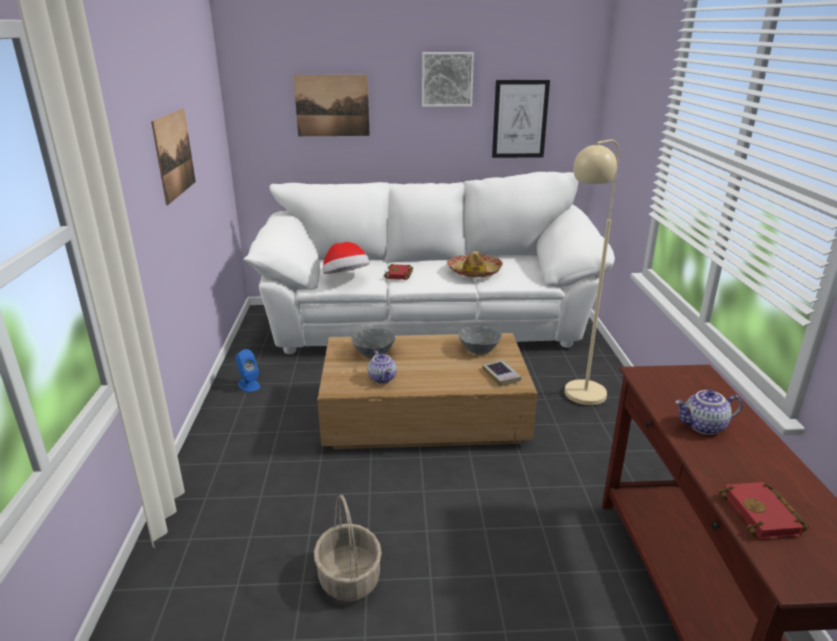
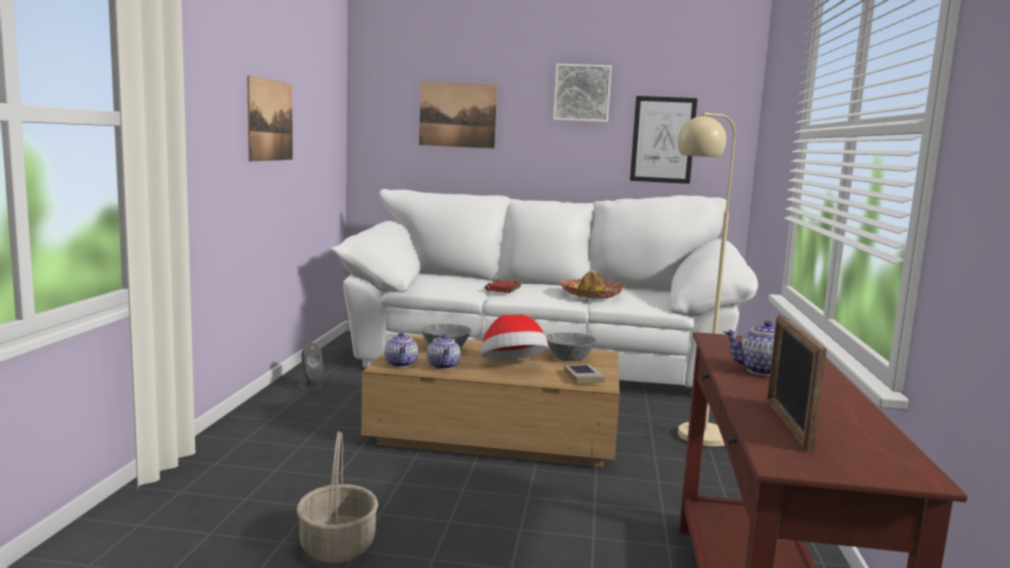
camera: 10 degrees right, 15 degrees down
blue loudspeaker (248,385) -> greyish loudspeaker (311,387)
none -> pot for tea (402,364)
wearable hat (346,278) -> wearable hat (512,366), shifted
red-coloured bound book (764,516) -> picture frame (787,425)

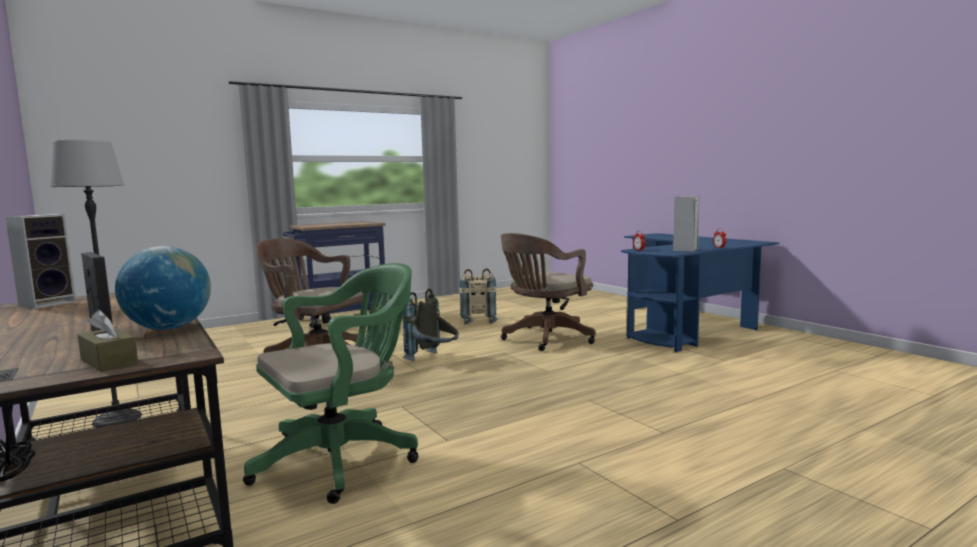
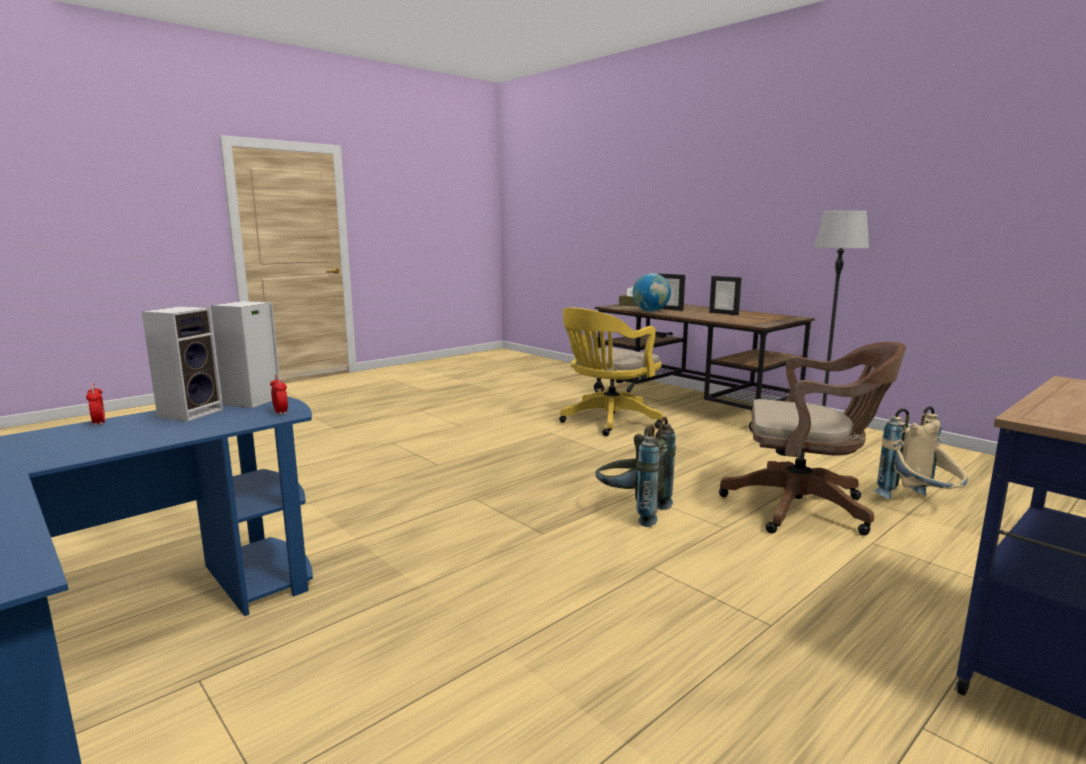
camera: 170 degrees right, 5 degrees up
loudspeaker (49,303) -> loudspeaker (252,401), shifted
green-coloured office chair (343,458) -> yellow-coloured office chair (607,422)
none -> picture frame (724,313)
sand-coloured rucksack (478,320) -> sand-coloured rucksack (920,505), shifted
brownish office chair (545,339) -> none

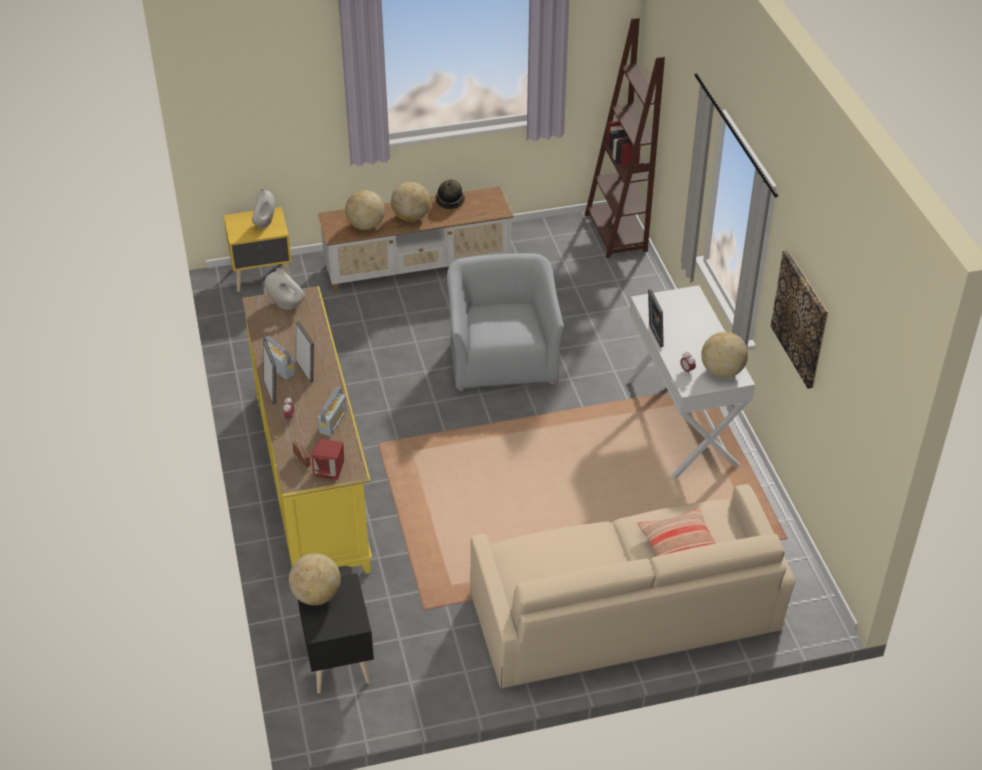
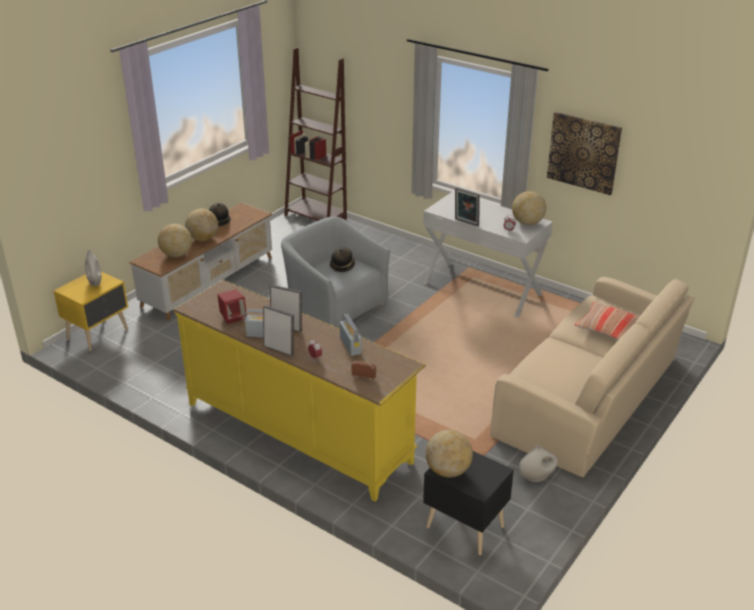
camera: 40 degrees left, 10 degrees down
red-coloured loudspeaker (330,471) -> red-coloured loudspeaker (233,317), shifted
none -> wearable hat (342,266)
whitish vase (286,305) -> whitish vase (536,477), shifted

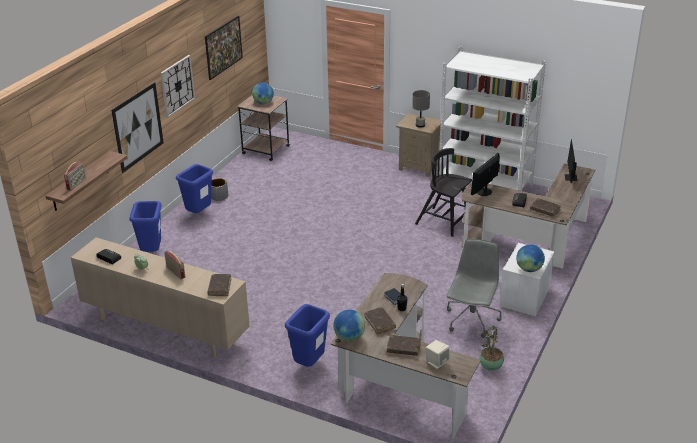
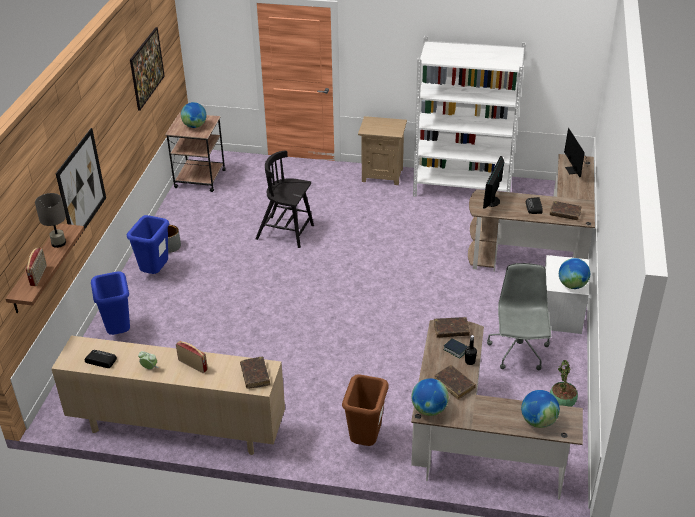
camera: 15 degrees left, 5 degrees up
greyish tabletop lamp (420,125) -> greyish tabletop lamp (58,243), shifted
black chair (443,222) -> black chair (286,232), shifted
blue rubbish bin (309,364) -> brownish rubbish bin (365,440)
brownish bound book (403,348) -> brownish bound book (451,330), shifted
sand-coloured loudspeaker (437,362) -> world globe (538,421)
wall clock (177,86) -> none

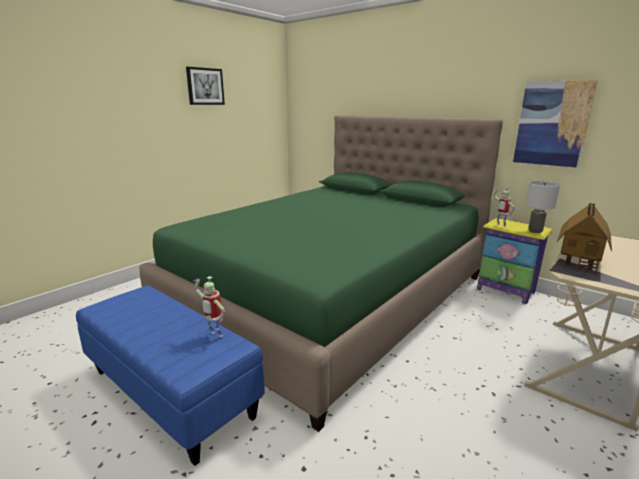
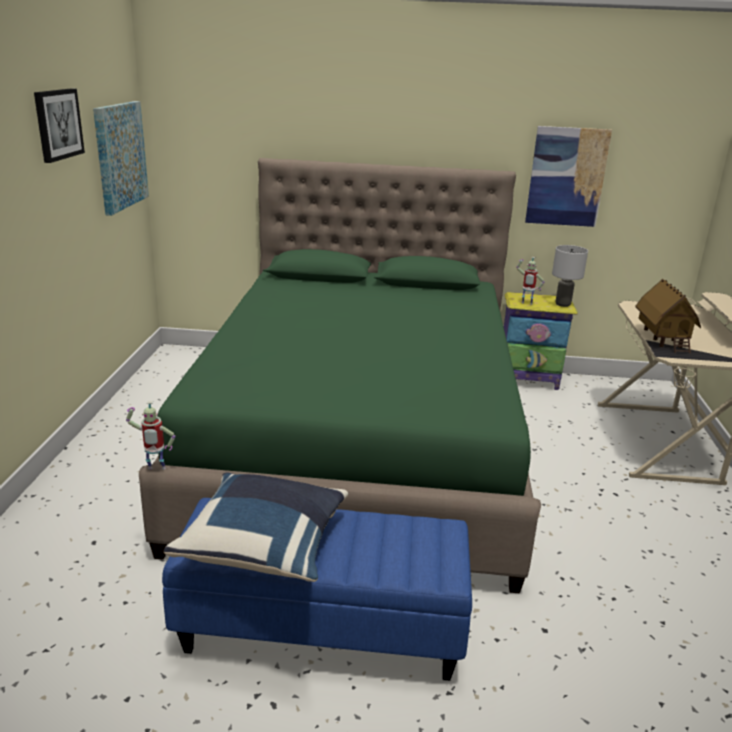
camera: 35 degrees left, 5 degrees up
none -> wall art (120,156)
toy robot (215,335) -> toy robot (155,469), shifted
none -> blue pillow (265,546)

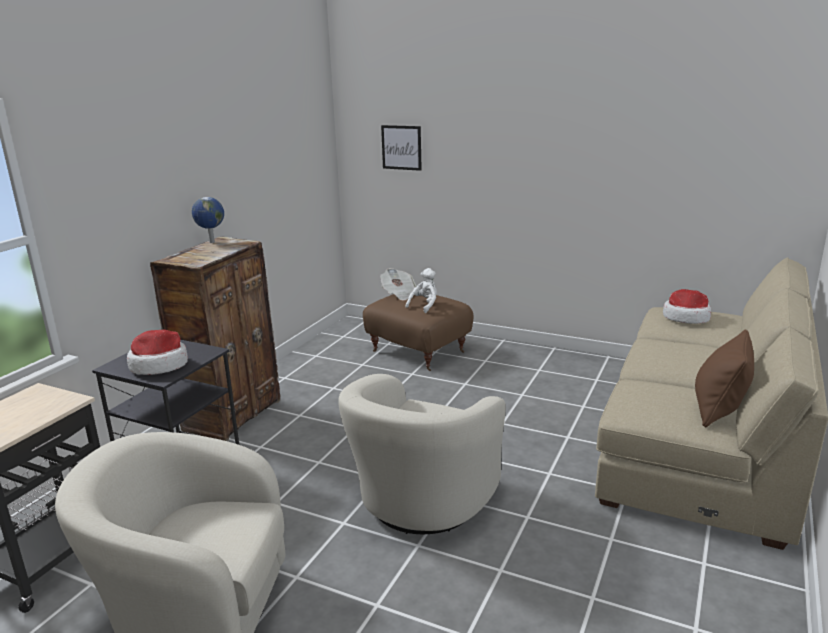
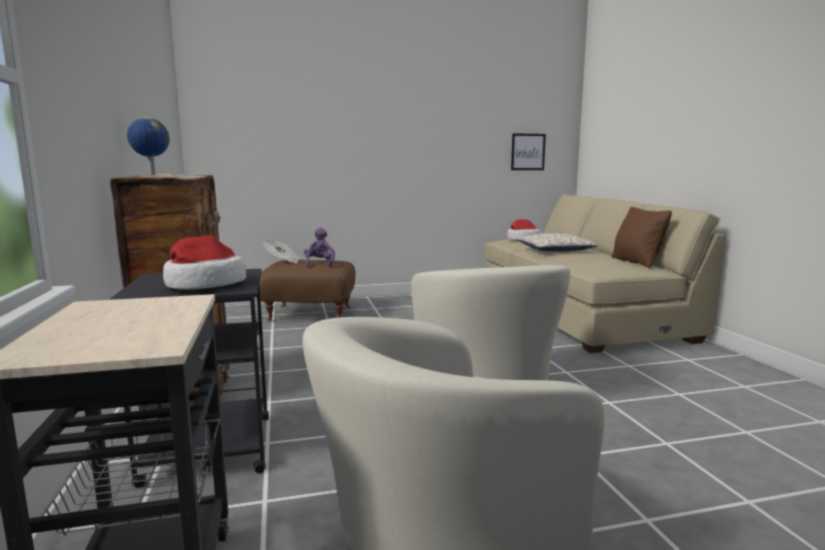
camera: 40 degrees left, 10 degrees down
whitish cuddly toy (424,305) -> purple cuddly toy (320,264)
wall art (401,147) -> wall art (528,152), shifted
none -> pillow (554,250)

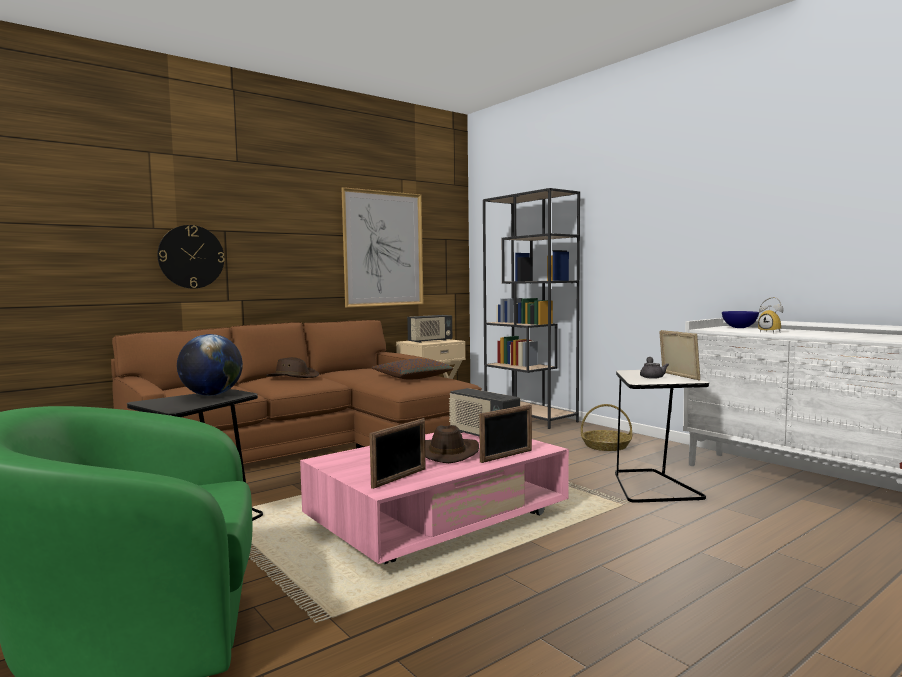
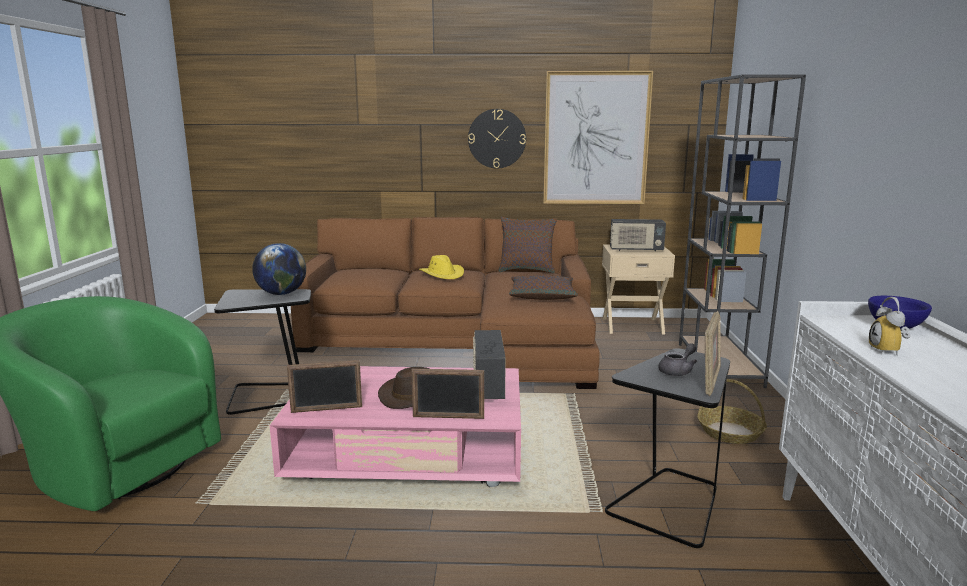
camera: 40 degrees right, 10 degrees up
brownish wearable hat (293,377) -> yellow-coloured wearable hat (442,274)
wall clock (191,257) -> wall clock (497,138), shifted
none -> brownish pillow (527,271)

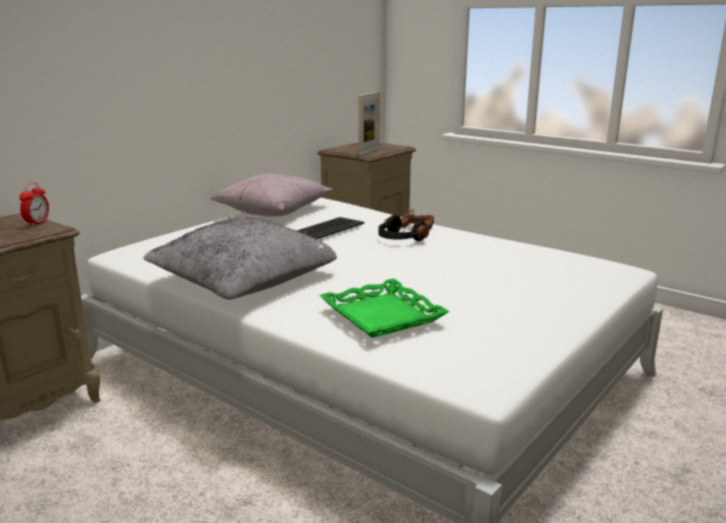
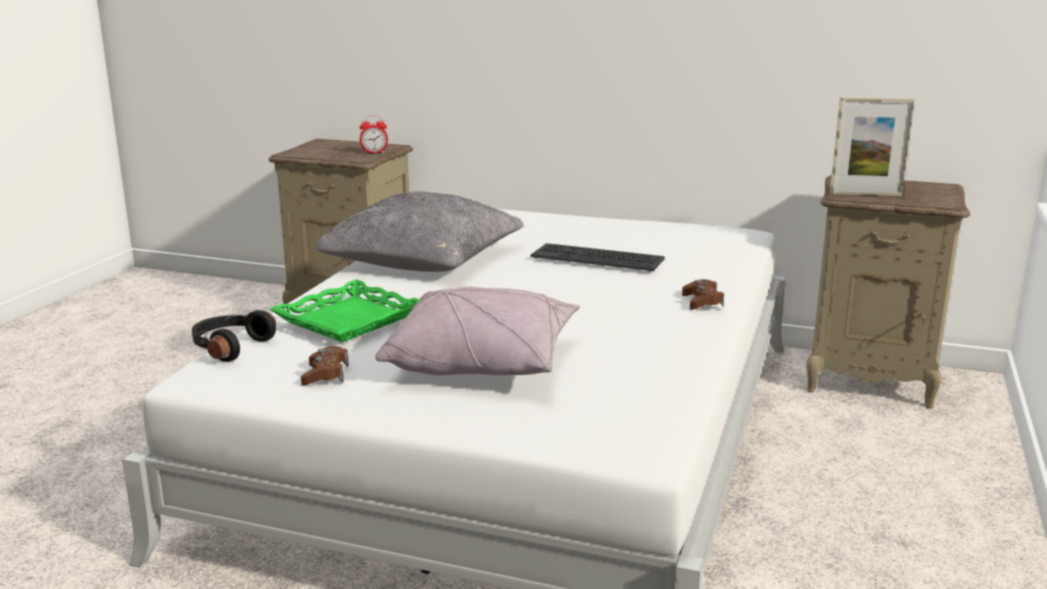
camera: 70 degrees right, 0 degrees up
black headphones (398,239) -> black headphones (229,347), shifted
none -> brownish joypad (325,374)
purple pillow (274,210) -> purple pillow (483,361), shifted

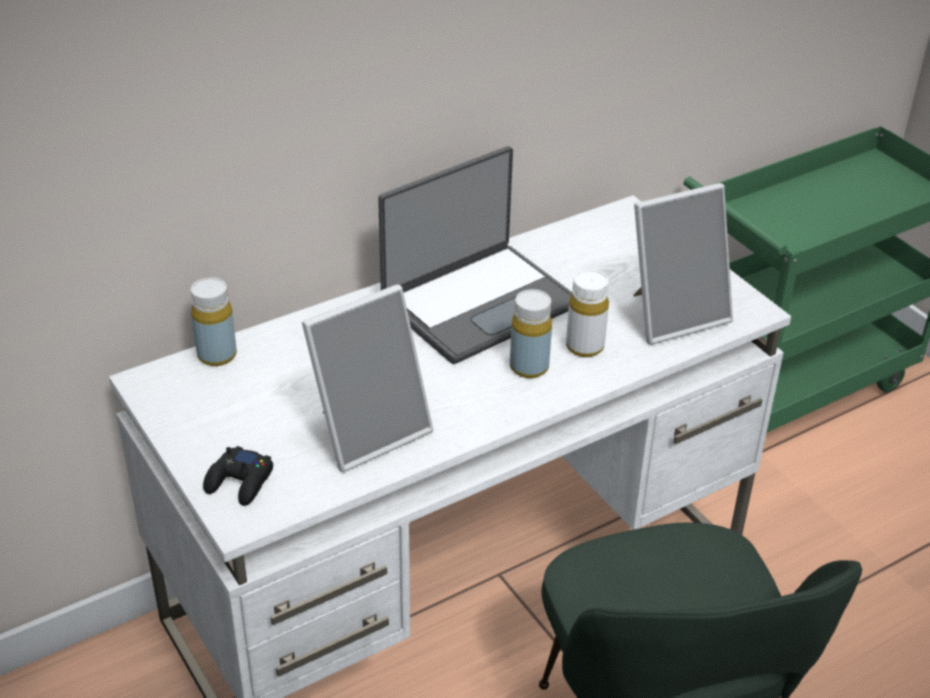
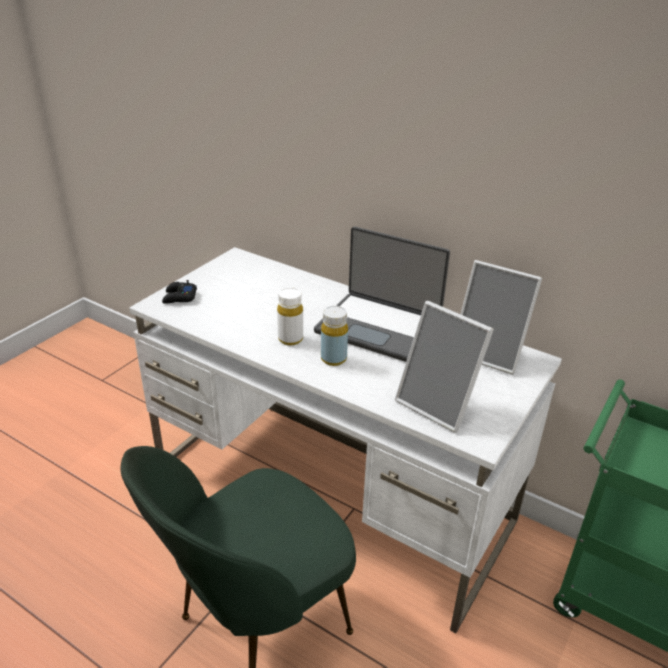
camera: 65 degrees right, 5 degrees down
whitish drink bottle (584,346) -> whitish drink bottle (290,339), shifted
picture frame (368,430) -> picture frame (489,353), shifted
yellow-coloured drink bottle (217,355) -> none

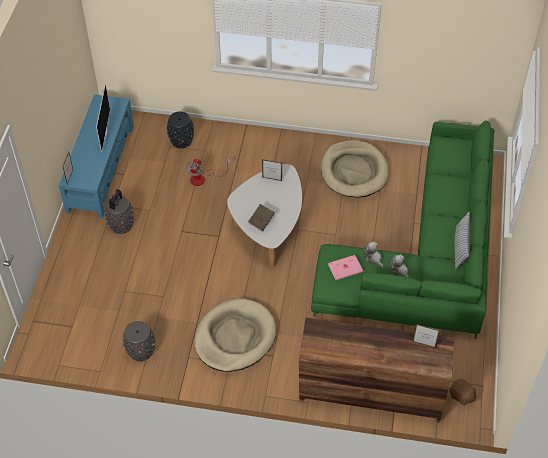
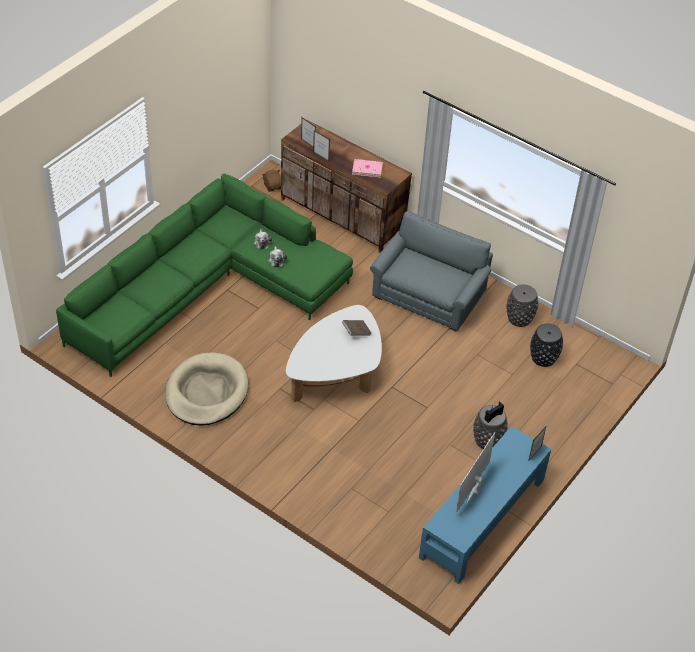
camera: 155 degrees left, 5 degrees down
picture frame (272,179) -> picture frame (321,157), shifted
pink-coloured bound book (345,269) -> pink-coloured bound book (367,169), shifted
sand-coloured pet bed (235,337) -> greyish armchair (429,295)
black stool seat (181,141) -> black stool seat (543,358), shifted
cooling fan (203,178) -> none
pillow (460,248) -> none

